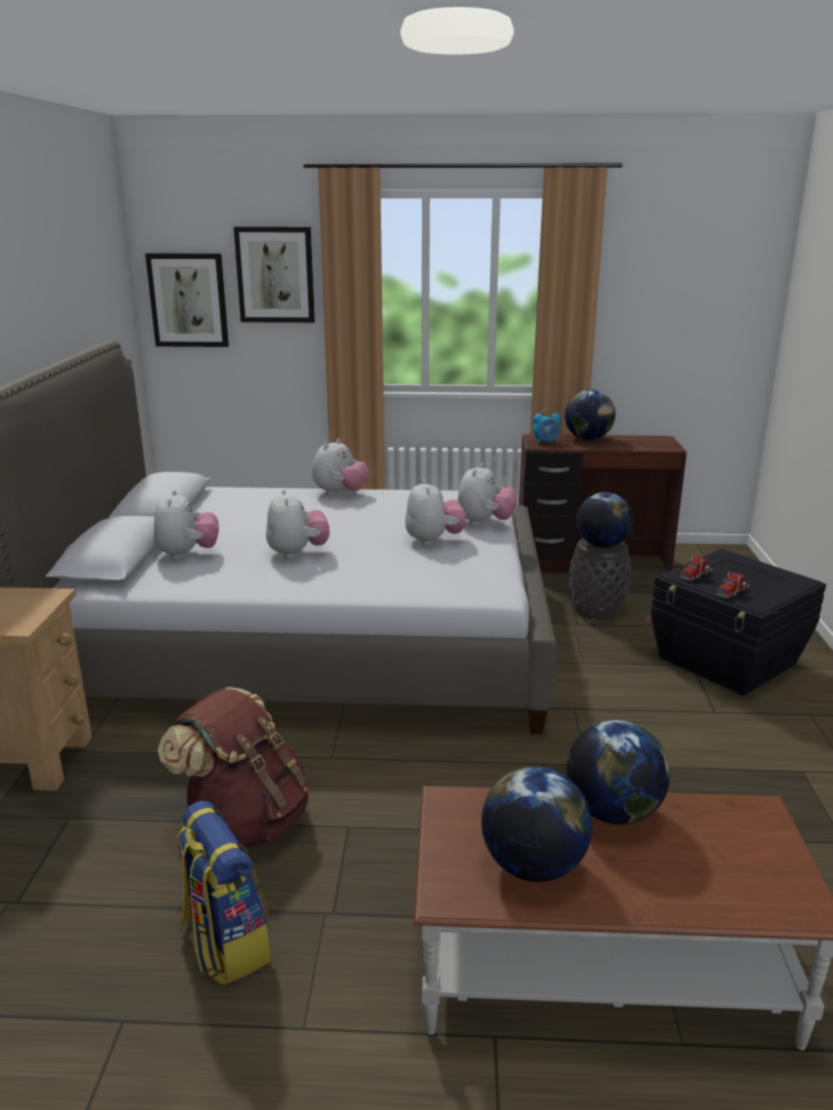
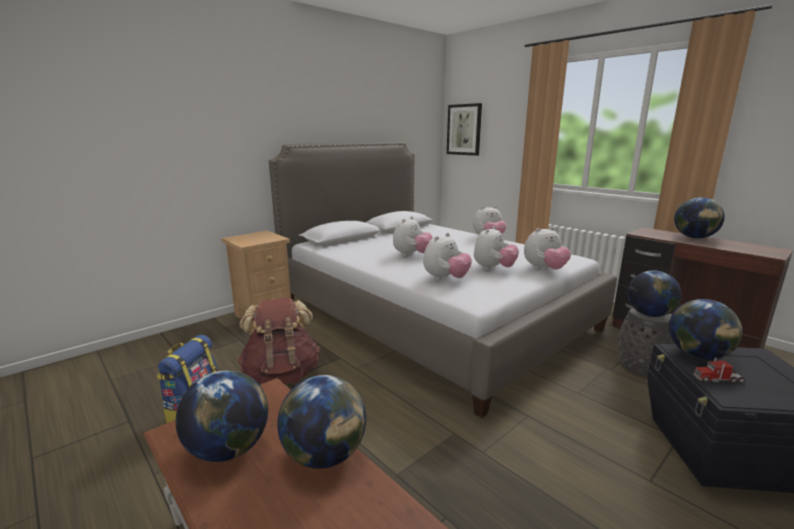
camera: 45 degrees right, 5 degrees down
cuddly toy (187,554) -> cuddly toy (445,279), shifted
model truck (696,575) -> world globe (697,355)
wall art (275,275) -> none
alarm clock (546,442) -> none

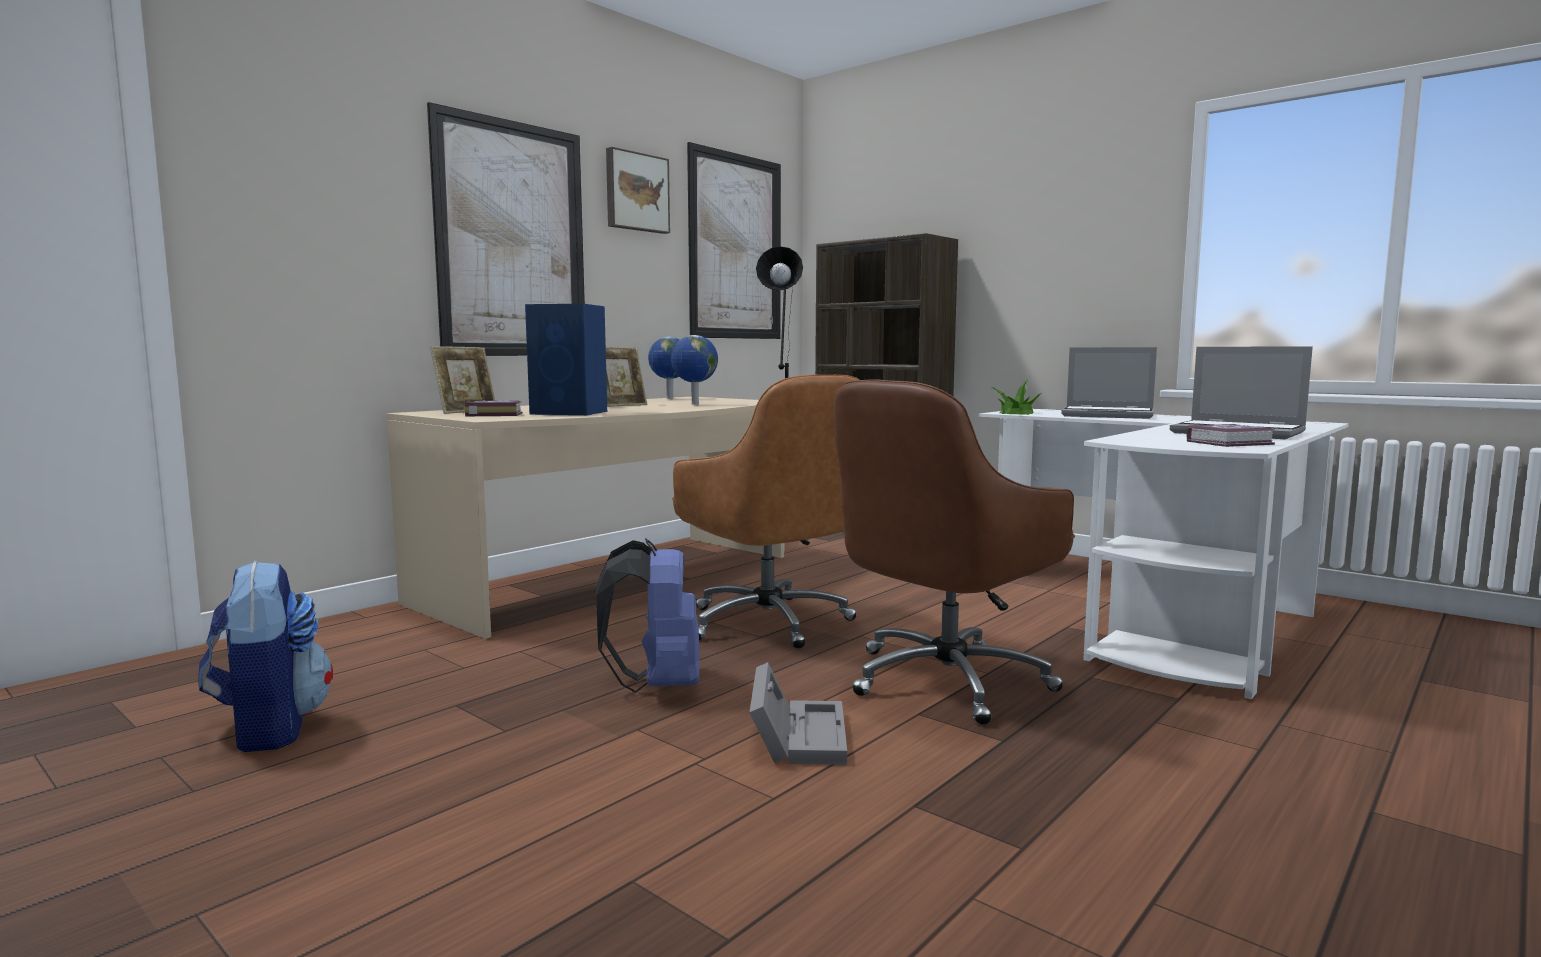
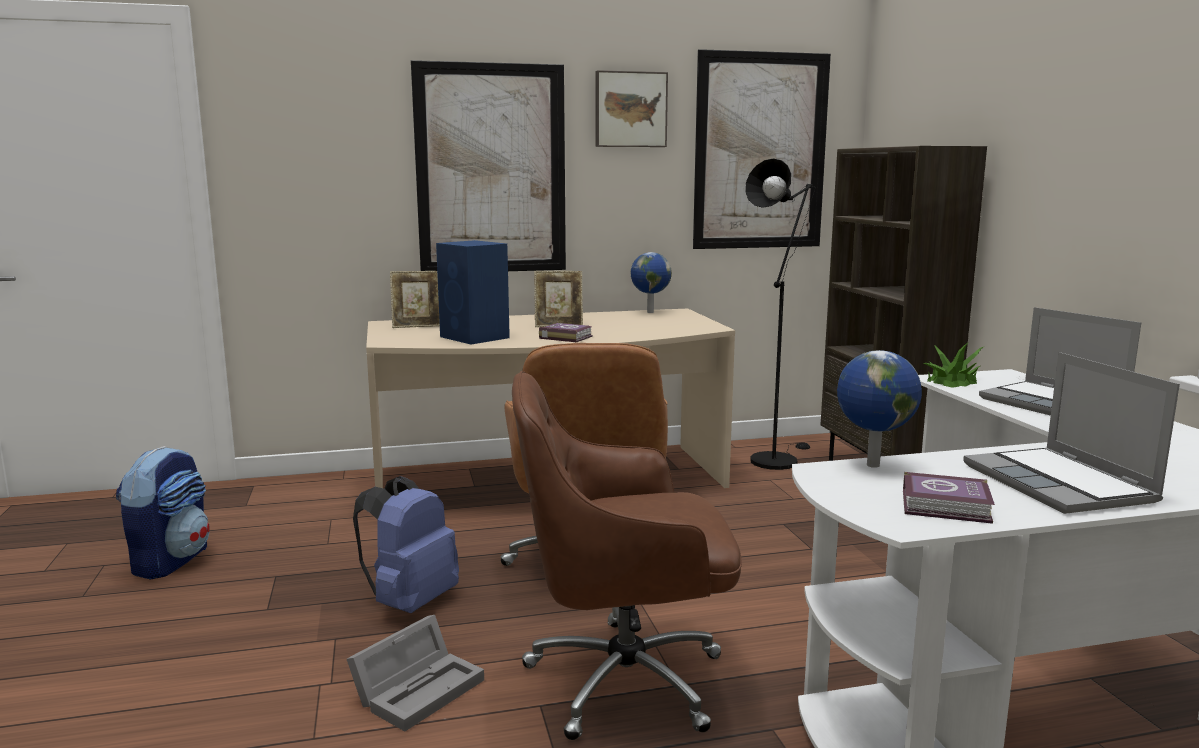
camera: 35 degrees right, 5 degrees up
bound book (493,414) -> bound book (565,337), shifted
world globe (694,404) -> world globe (871,465), shifted

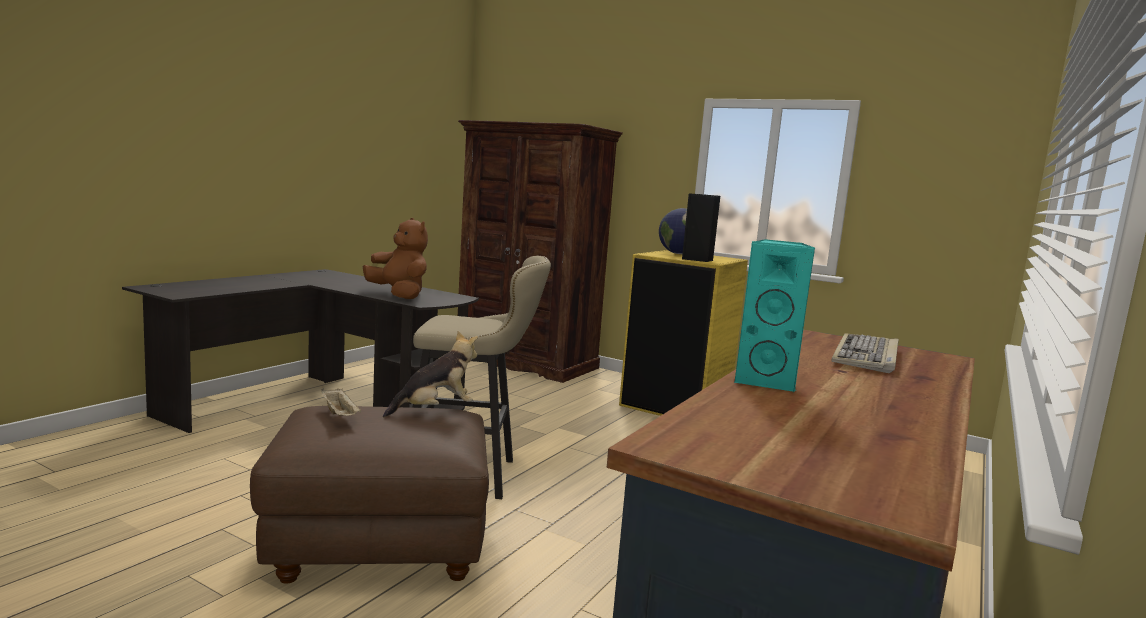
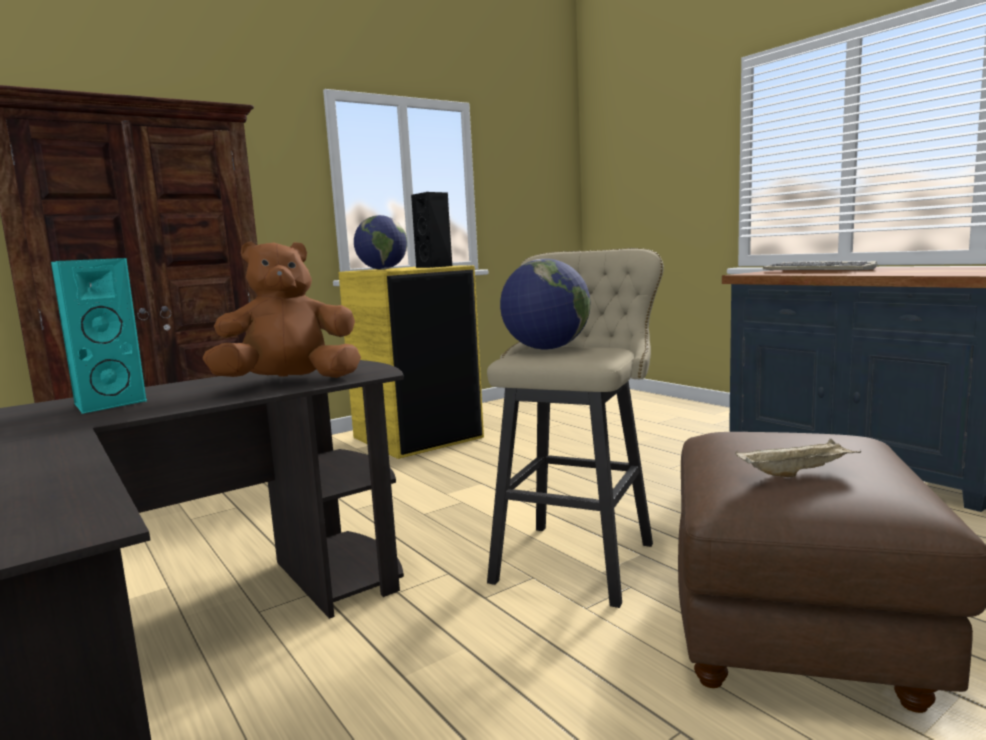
camera: 65 degrees left, 0 degrees up
turquoise loudspeaker (766,381) -> turquoise loudspeaker (106,404), shifted
none -> world globe (546,349)
cuddly toy (435,410) -> none

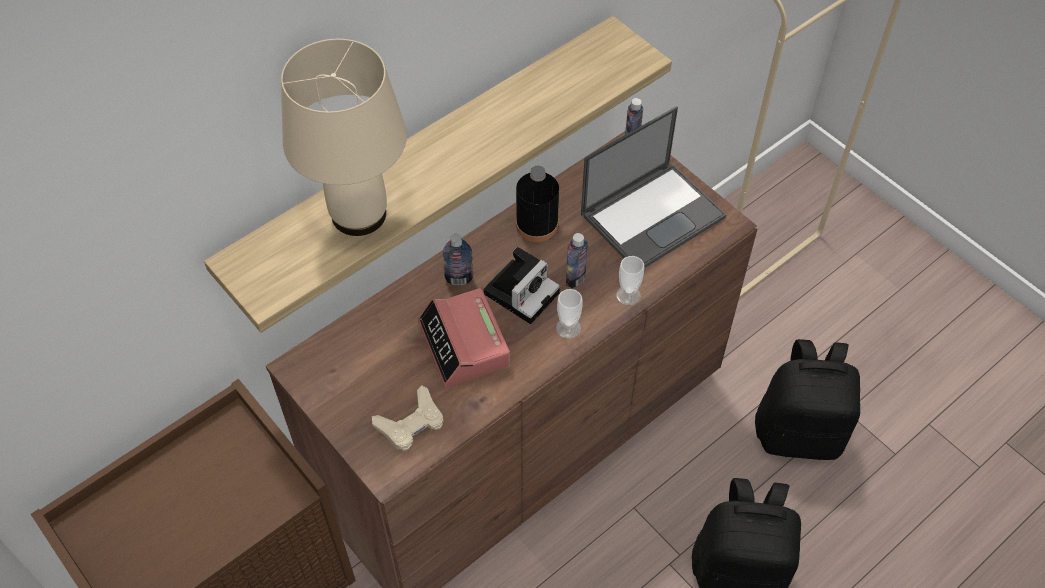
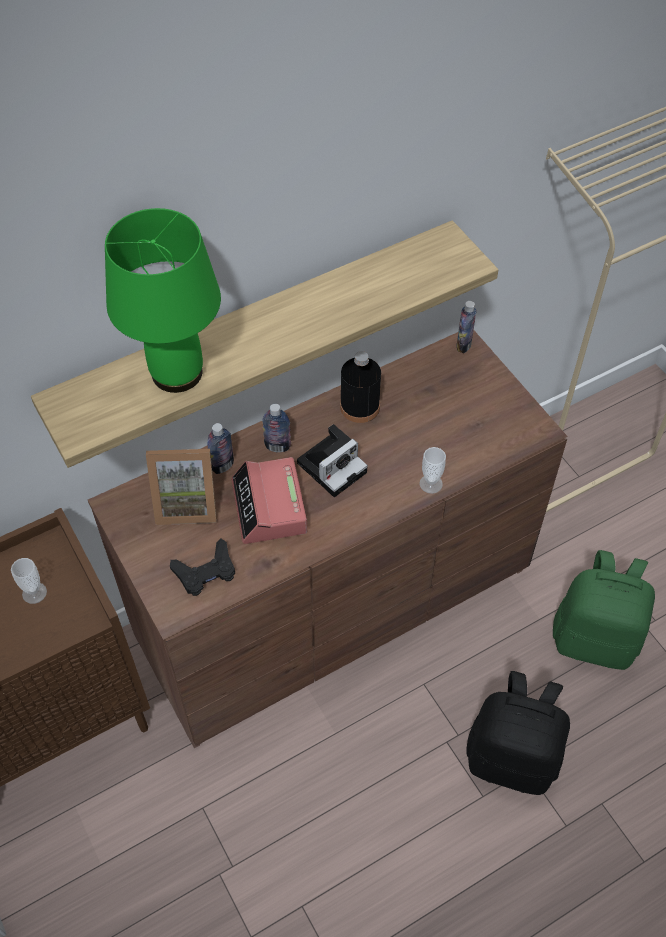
camera: 10 degrees right, 0 degrees up
small cup (568,328) -> small cup (34,593), shifted
sand-coloured tabletop lamp (360,215) -> green-coloured tabletop lamp (178,374)
none -> picture frame (186,503)
sand-coloured joypad (411,423) -> black joypad (205,572)
drink bottle (575,278) -> drink bottle (222,465), shifted
black rucksack (799,432) -> green-coloured rucksack (595,638)
notebook computer (653,214) -> none

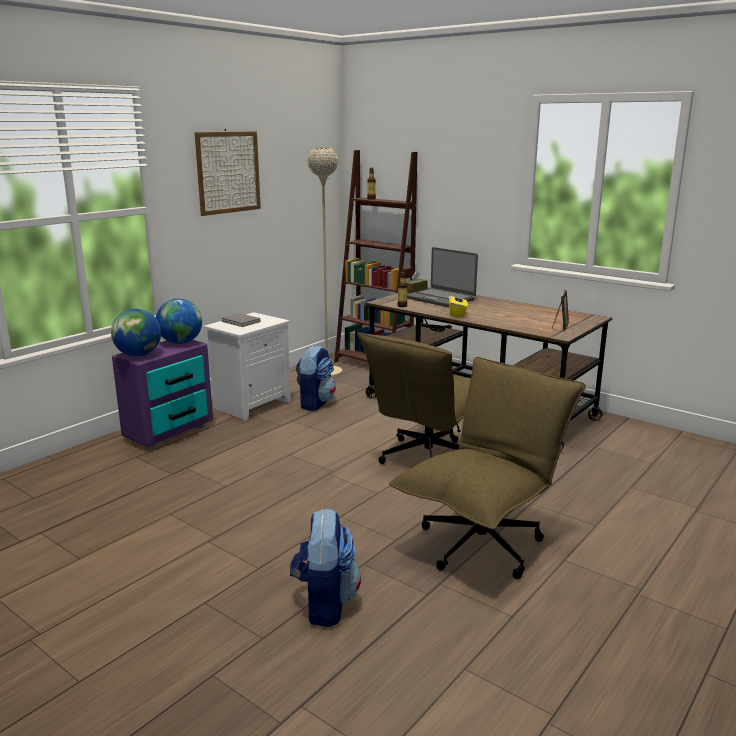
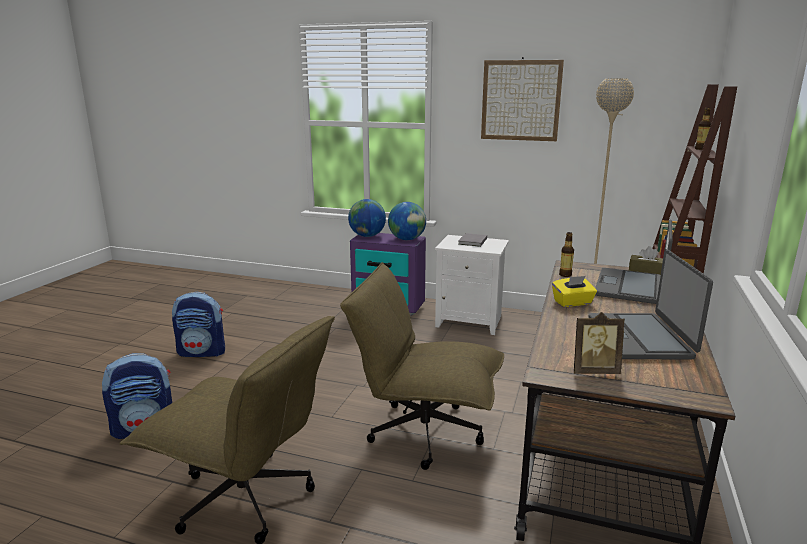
camera: 70 degrees right, 0 degrees up
rucksack (315,403) -> rucksack (203,352), shifted
none -> notebook computer (640,337)

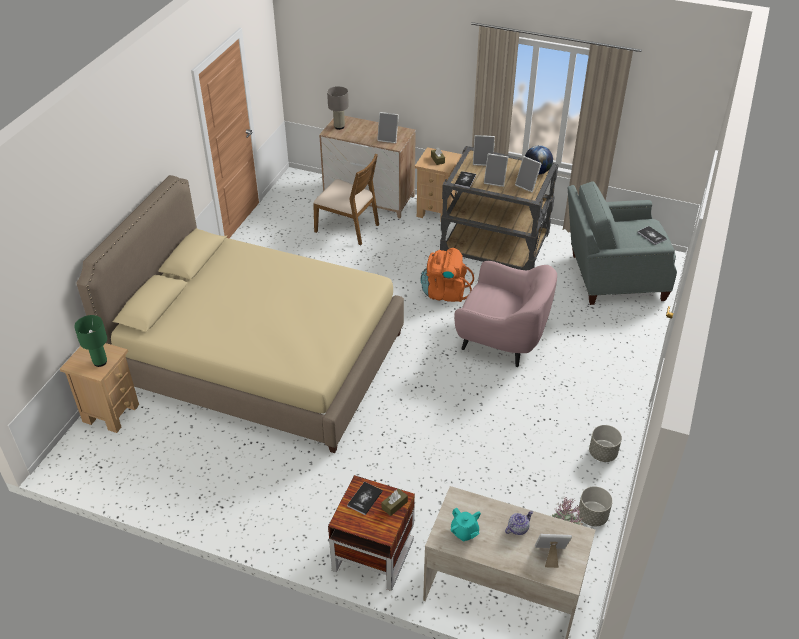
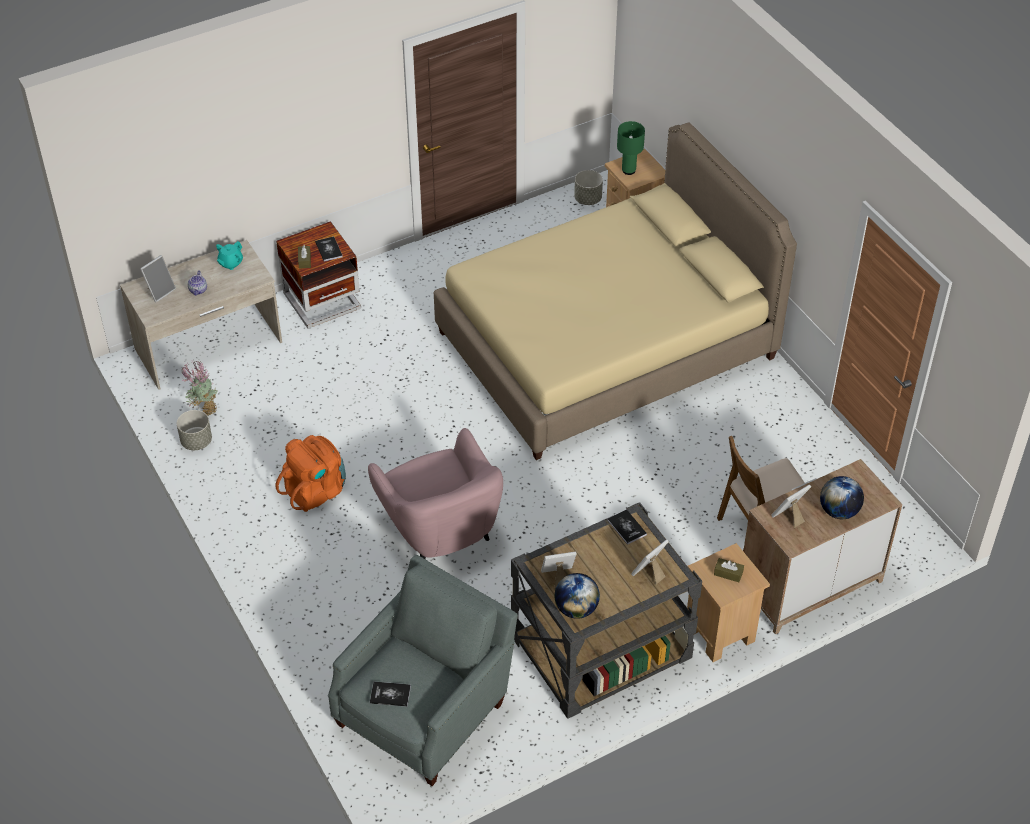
camera: 130 degrees right, 5 degrees up
turquoise pot for tea (464,532) -> turquoise pot for tea (230,263), 60 degrees counterclockwise
orangey rucksack (445,292) -> orangey rucksack (315,491), shifted
pink-coloured armchair (502,341) -> pink-coloured armchair (440,530), 90 degrees counterclockwise
greyish planter (602,453) -> greyish planter (588,199), shifted
none -> world globe (838,511)
greyish tabletop lamp (339,127) -> none
picture frame (495,181) -> none

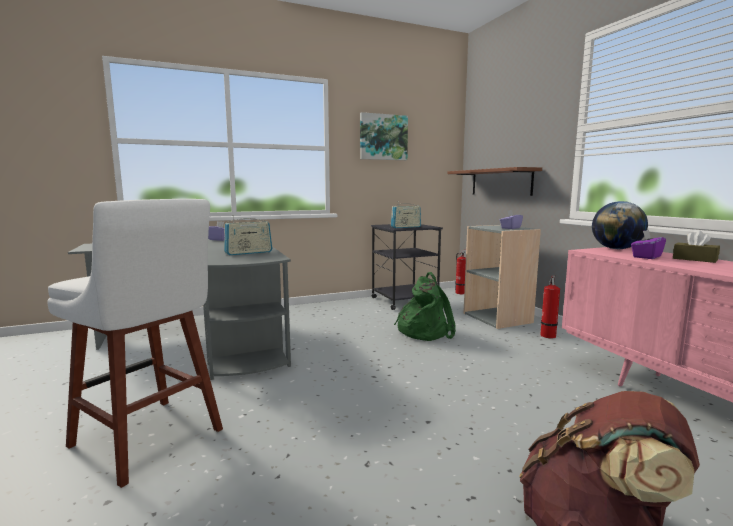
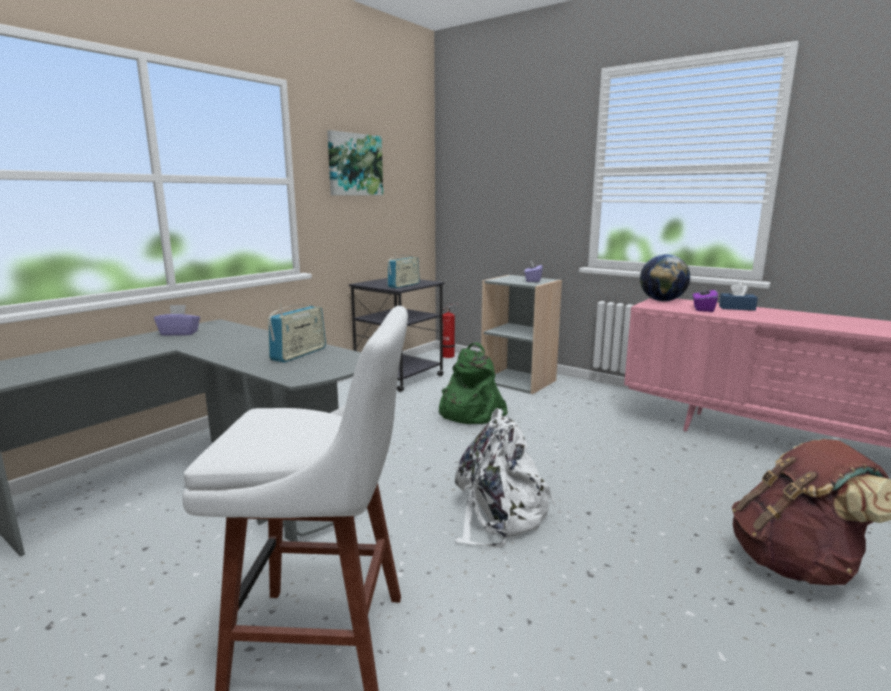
camera: 30 degrees left, 5 degrees up
none -> whitish rucksack (499,515)
brownish box of tissues (694,259) -> blue box of tissues (737,308)
brownish bracket shelf (500,182) -> none
extinguisher (548,336) -> none

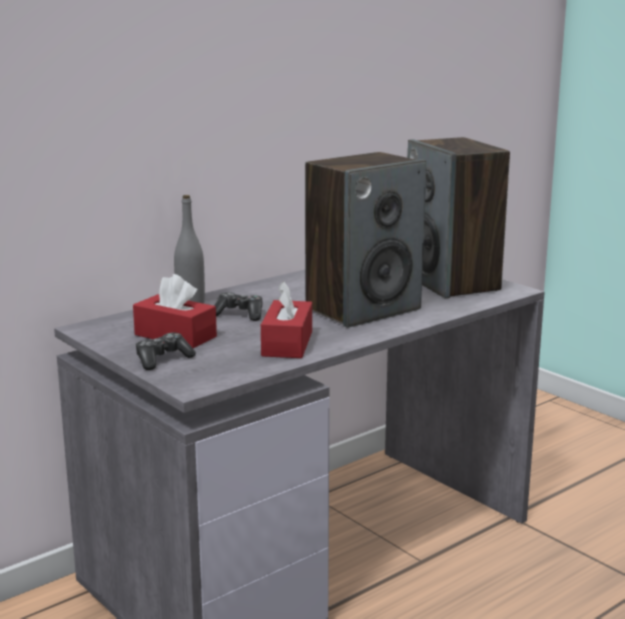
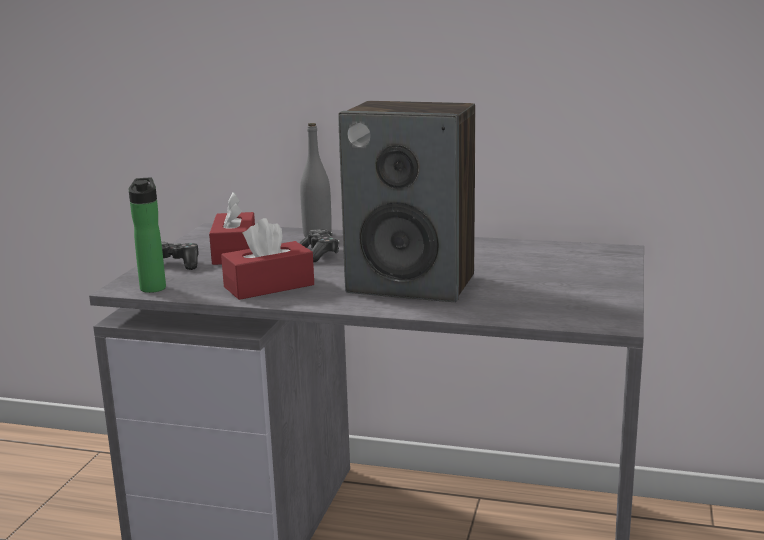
camera: 55 degrees right, 0 degrees up
none -> drink bottle (153,287)
loudspeaker (452,283) -> none

